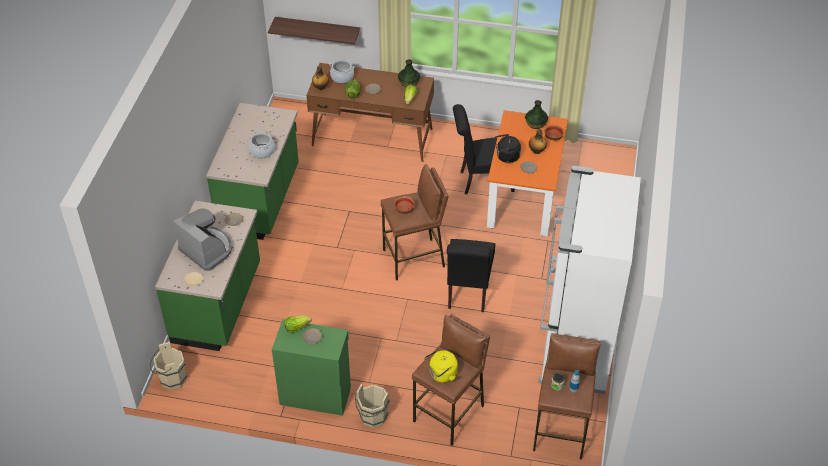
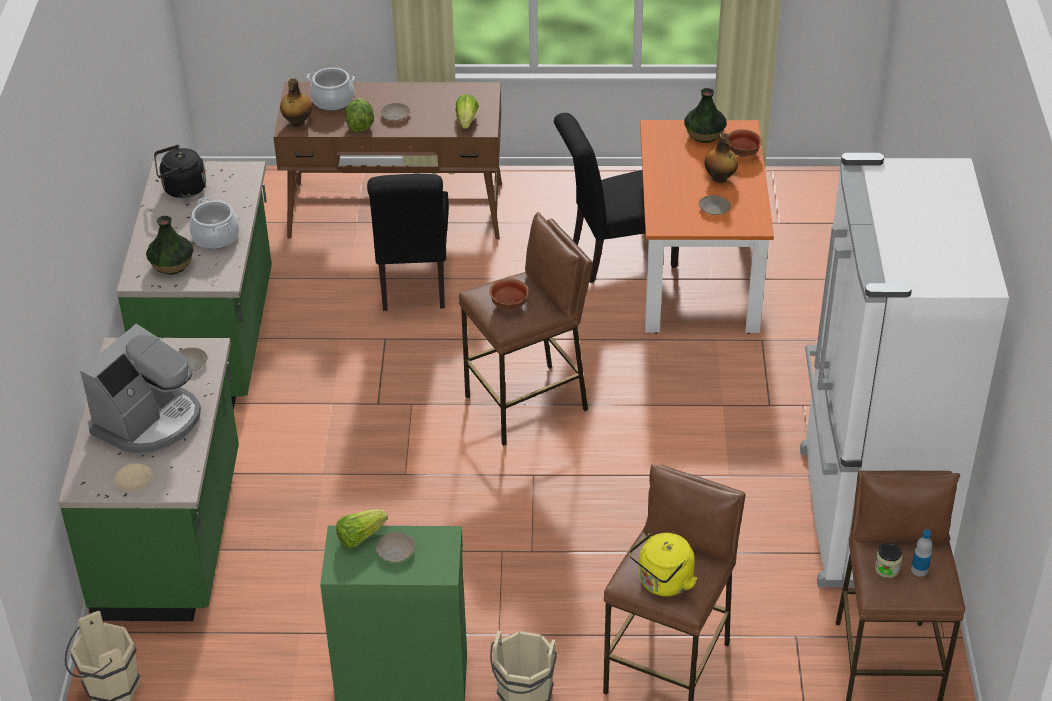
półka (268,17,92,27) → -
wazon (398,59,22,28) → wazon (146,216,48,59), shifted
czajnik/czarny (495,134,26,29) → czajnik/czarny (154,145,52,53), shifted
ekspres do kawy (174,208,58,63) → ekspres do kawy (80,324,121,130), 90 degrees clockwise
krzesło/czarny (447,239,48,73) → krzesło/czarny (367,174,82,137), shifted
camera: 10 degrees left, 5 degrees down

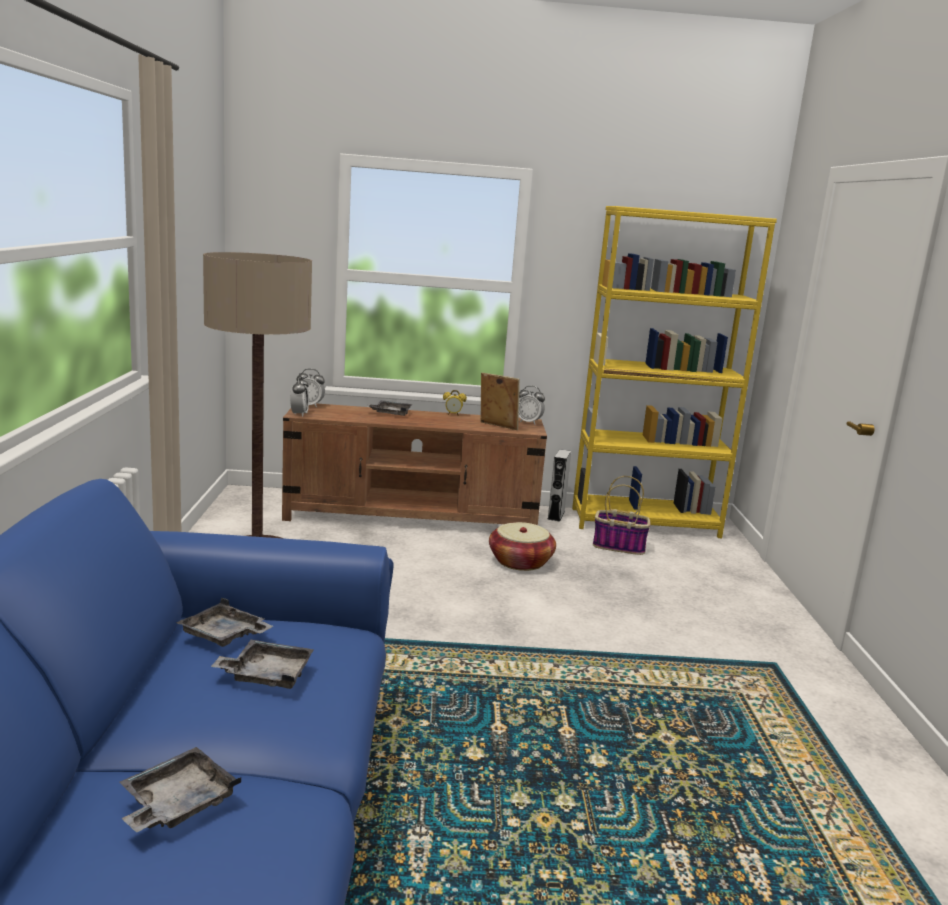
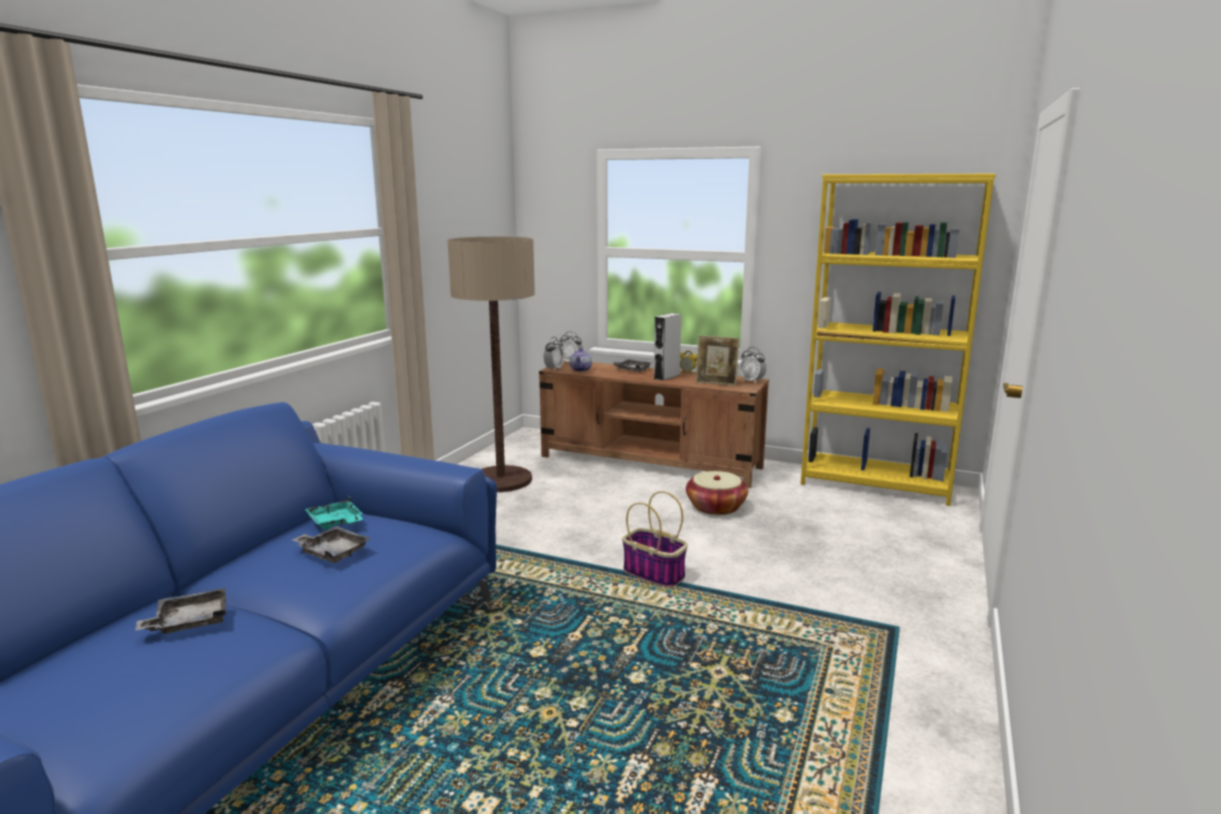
ramka na zdjęcie (480,373,40,57) → ramka na zdjęcie (696,335,44,51), 135 degrees clockwise
głośnik/szary (547,449,24,73) → głośnik/szary (654,313,27,68), shifted
koszyk (593,476,57,79) → koszyk (622,491,66,96), shifted
taca/szary (176,598,97,49) → taca/turkusowy (305,496,58,34)
- → imbryk (570,348,22,24)
camera: 25 degrees right, 0 degrees up

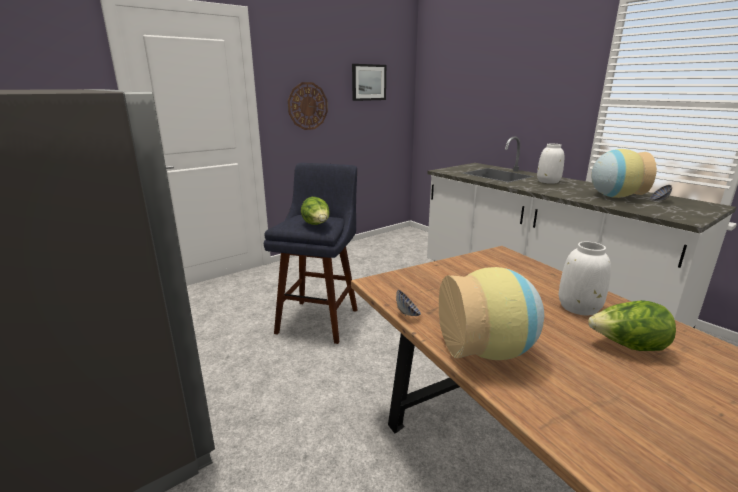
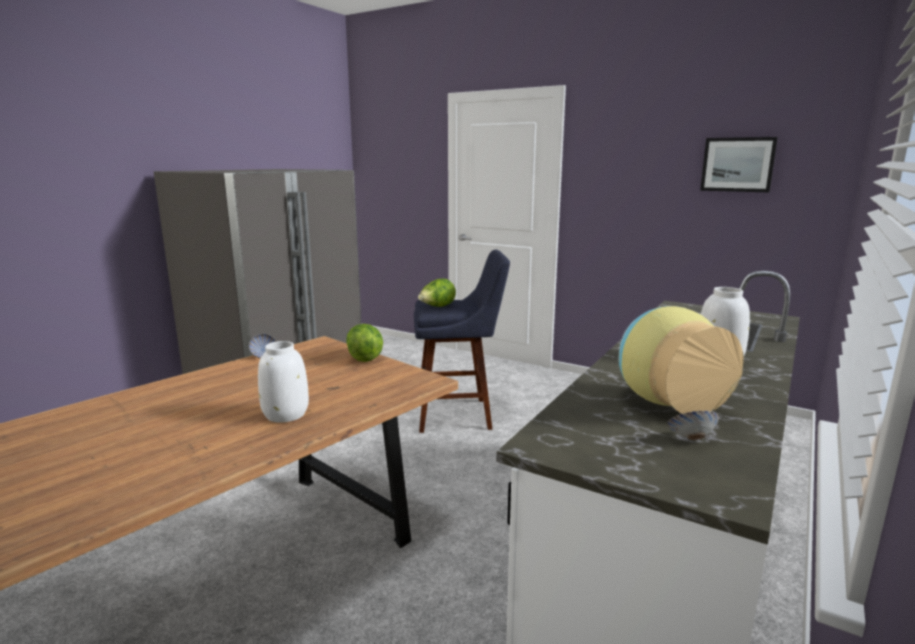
zegar ścienny (288,82,40,48) → -
wazon (439,267,105,93) → -
sałata (588,300,88,51) → sałata (346,324,37,38), shifted
camera: 70 degrees right, 5 degrees down

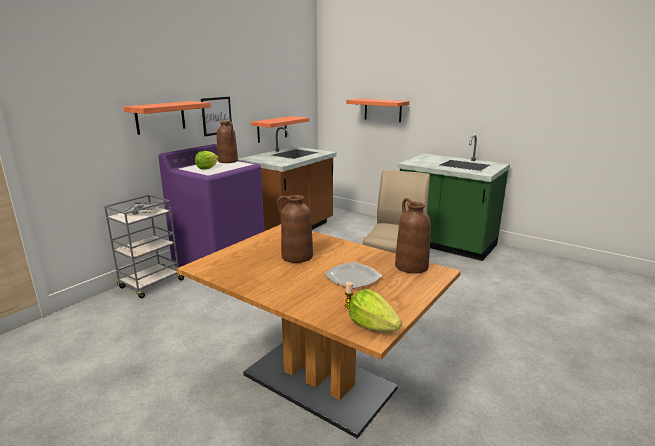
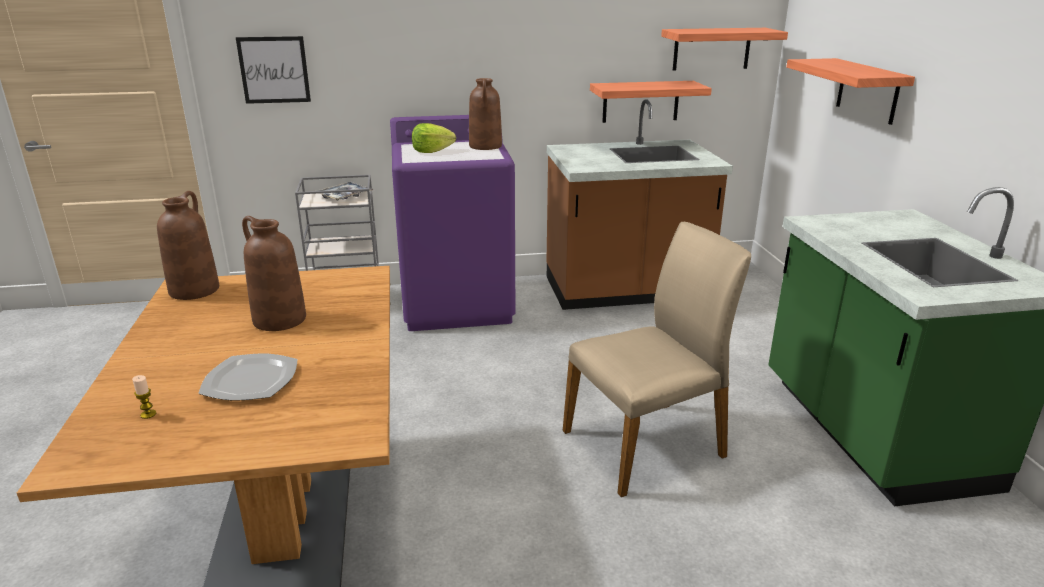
obraz (201,97,31,39) → obraz (236,36,75,68), shifted
półka (123,101,88,34) → półka (661,28,127,42), shifted
wazon/brązowy (395,198,36,75) → wazon/brązowy (157,191,62,109), shifted
sałata (349,289,53,43) → -
camera: 45 degrees right, 5 degrees up

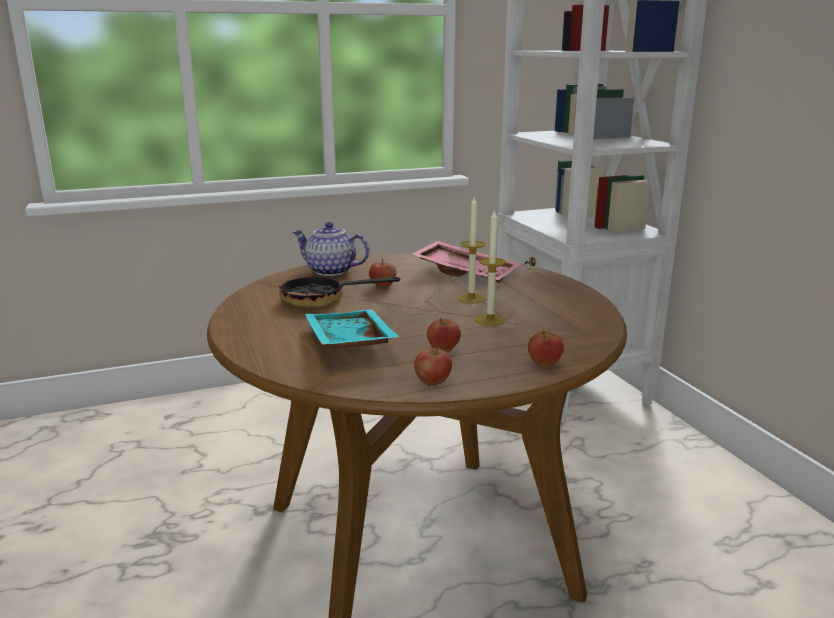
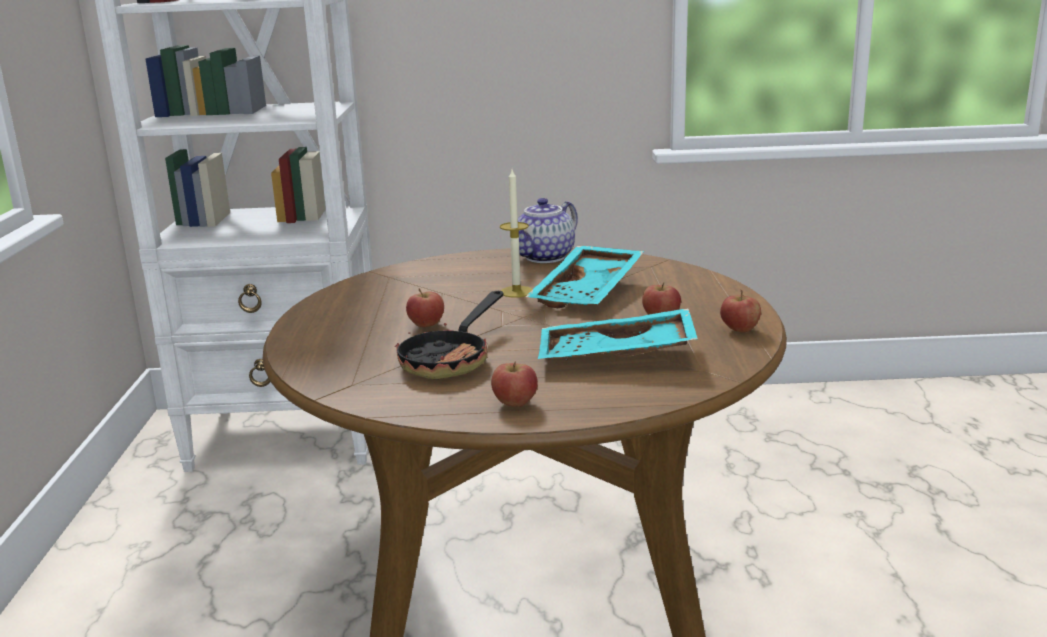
świeca (475,209,31,117) → taca/turkusowy (526,245,118,63)
imbryk (293,222,76,54) → imbryk (518,198,60,65), shifted
taca/różowy (412,241,108,42) → -
jabłko (528,331,36,36) → jabłko (491,361,47,46), shifted
camera: 70 degrees left, 0 degrees up

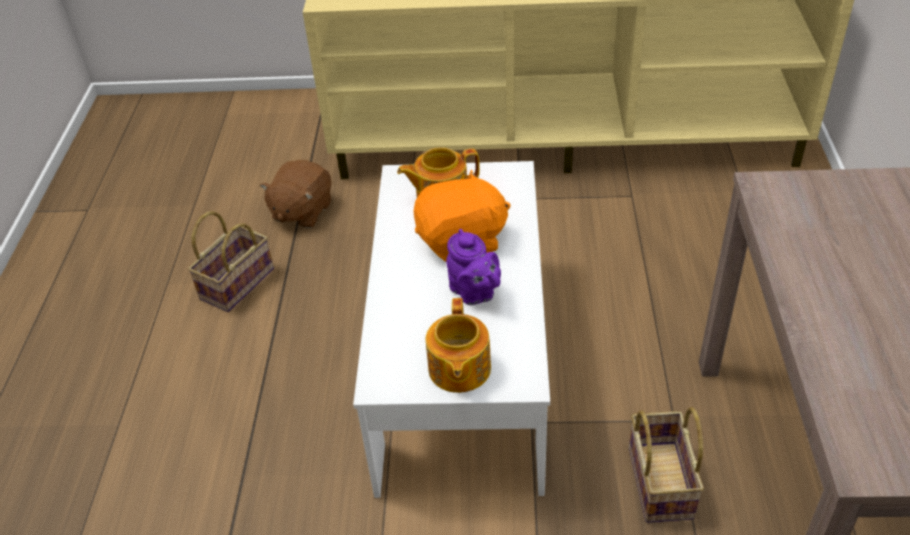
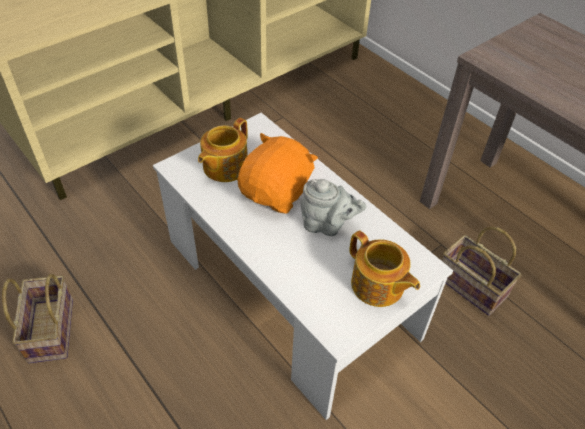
pluszak/brązowy (260,160,71,68) → -
imbryk/fioletowy (446,229,55,76) → imbryk/szary (300,179,66,57)
camera: 45 degrees left, 5 degrees up

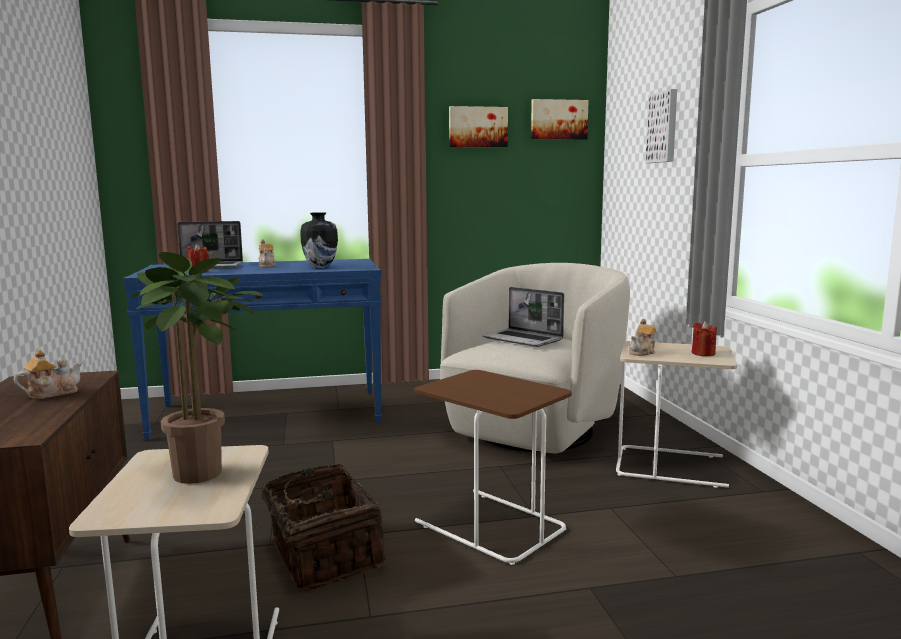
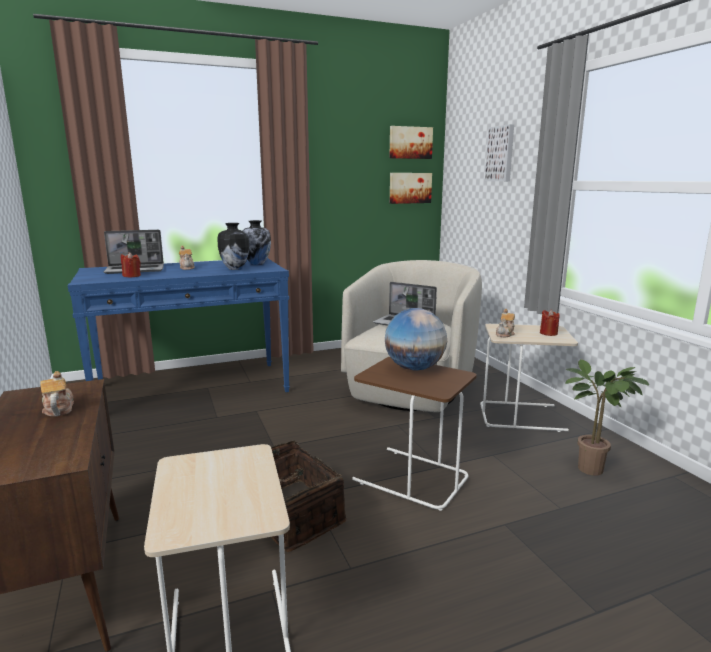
obraz (449,106,59,41) → obraz (390,173,42,31), shifted
roślina doniczkowa (130,252,133,232) → roślina doniczkowa (565,359,84,117), shifted
imbryk (14,350,68,49) → imbryk (40,371,34,45), 60 degrees counterclockwise
- → wazon (243,220,28,45)
- → globus (385,308,62,62)
camera: 10 degrees left, 5 degrees up

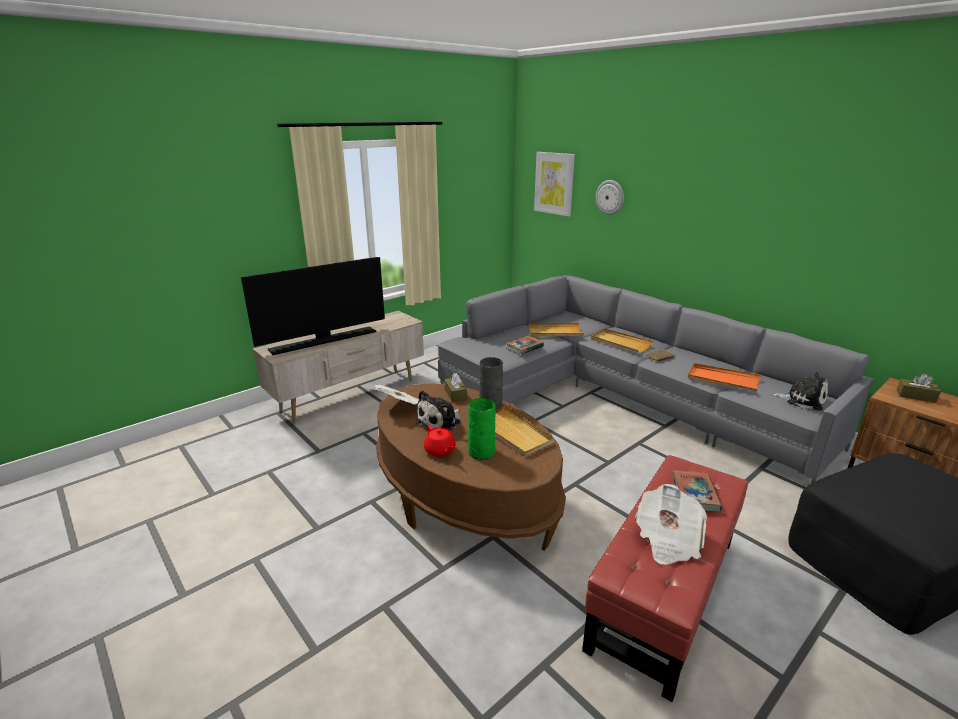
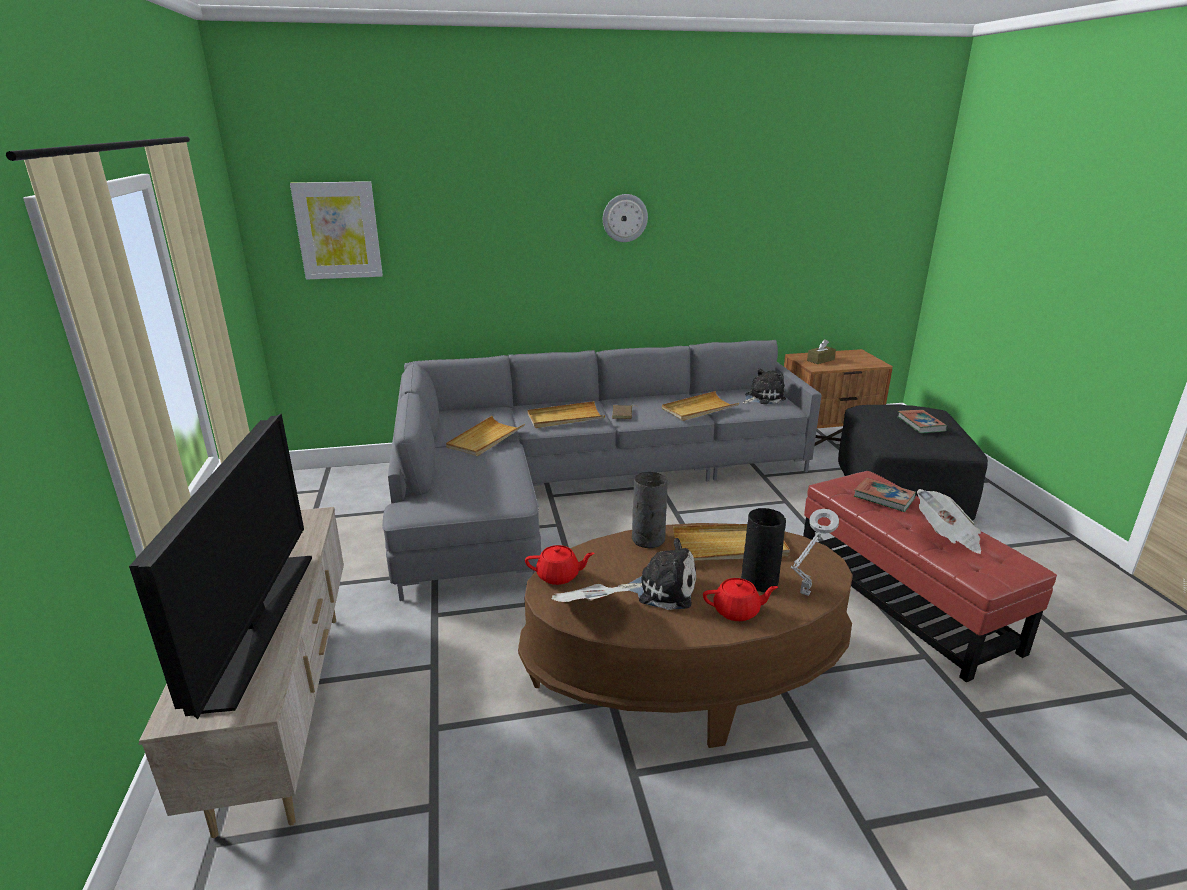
zegar ścienny (596,180,28,35) → zegar ścienny (603,194,45,48), shifted
książka (506,336,38,18) → książka (897,410,51,23), shifted
taca/pomarańczowy (688,363,73,29) → taca/beżowy (662,391,77,30)
pudełko chusteczek/brązowy (444,373,23,29) → -
pluszak (415,390,46,41) → pluszak (617,538,79,72), 60 degrees counterclockwise
wazon/zielony (468,398,27,62) → wazon/czarny (741,508,45,84)
- → lampa stołowa/szary (791,509,48,87)
- → imbryk/czerwony (525,545,70,40)
camera: 60 degrees left, 0 degrees up

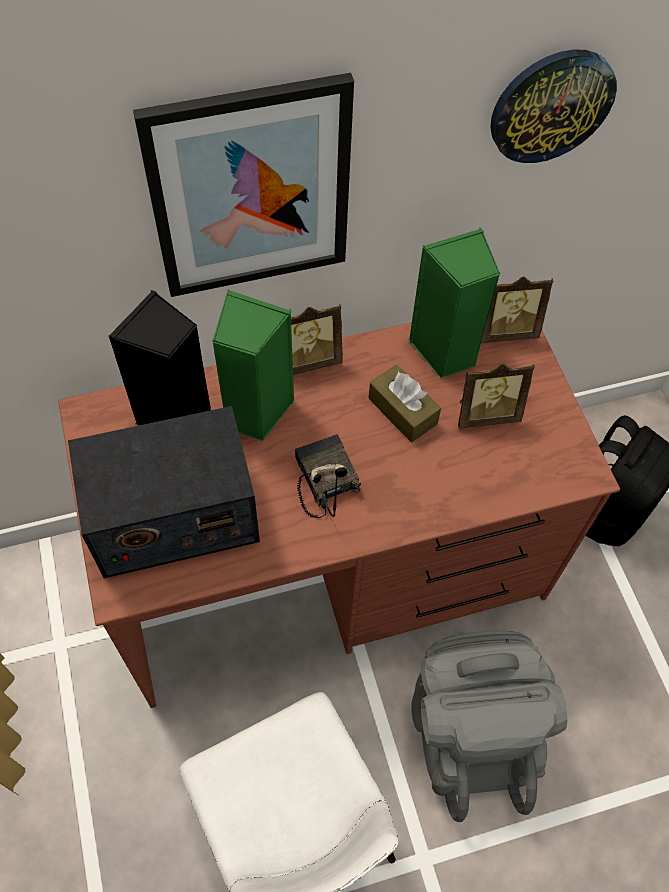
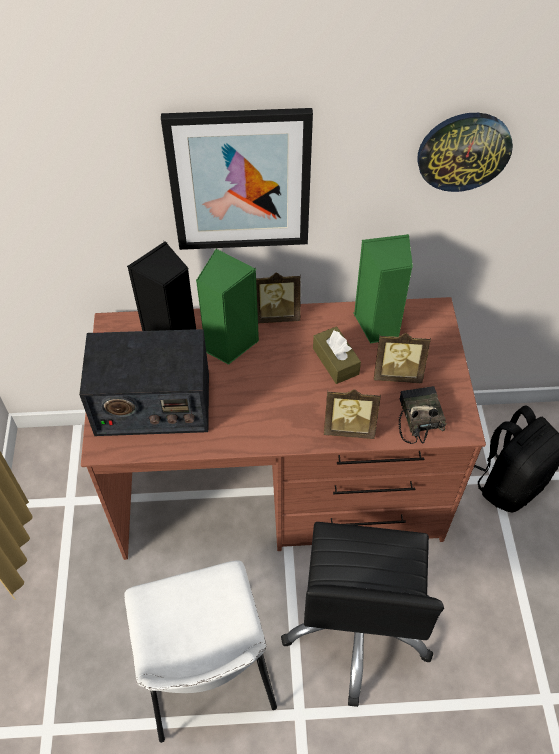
ramka na zdjęcie (481,276,72,67) → ramka na zdjęcie (324,389,57,50), shifted
radio (295,434,66,84) → radio (398,386,49,58), shifted
plecak/szary (411,630,157,192) → krzesło biurowe/czarny (281,522,163,185)
camera: 15 degrees right, 5 degrees down

